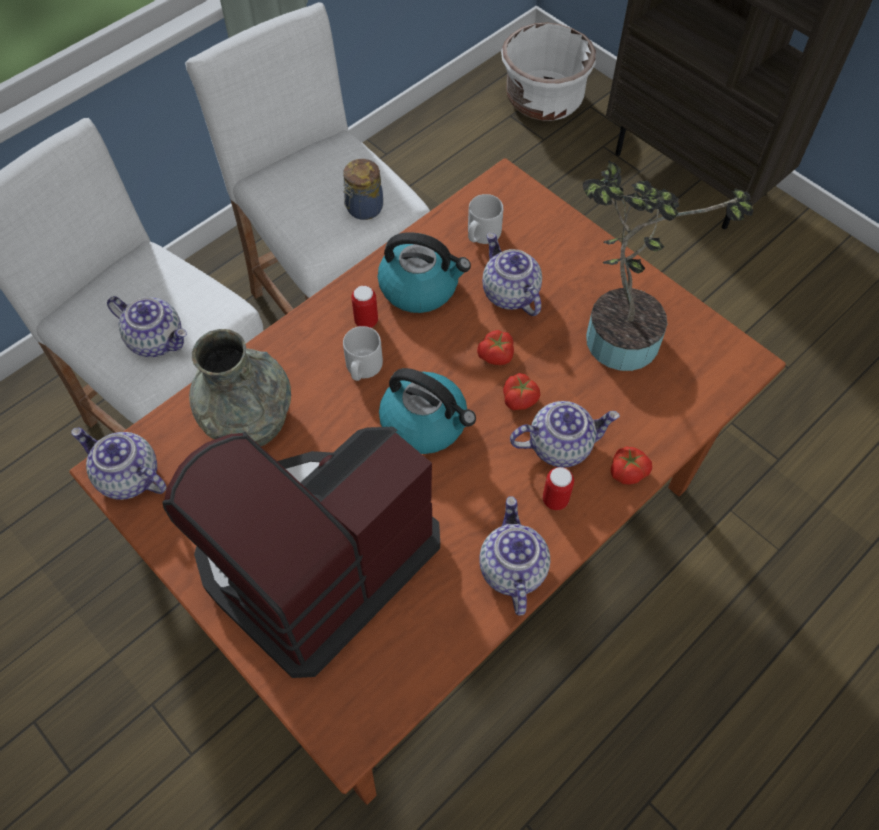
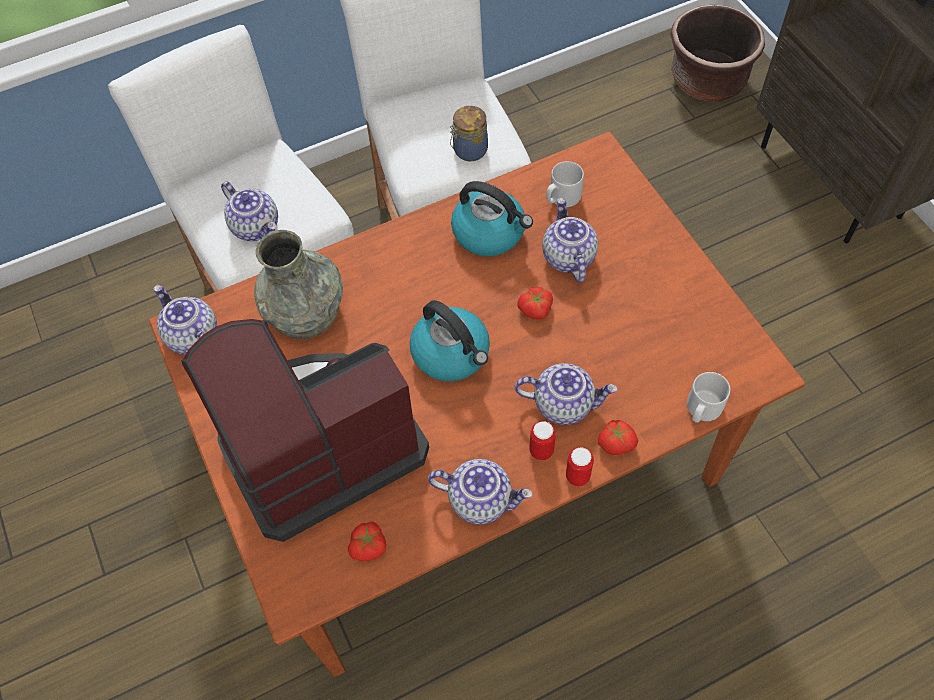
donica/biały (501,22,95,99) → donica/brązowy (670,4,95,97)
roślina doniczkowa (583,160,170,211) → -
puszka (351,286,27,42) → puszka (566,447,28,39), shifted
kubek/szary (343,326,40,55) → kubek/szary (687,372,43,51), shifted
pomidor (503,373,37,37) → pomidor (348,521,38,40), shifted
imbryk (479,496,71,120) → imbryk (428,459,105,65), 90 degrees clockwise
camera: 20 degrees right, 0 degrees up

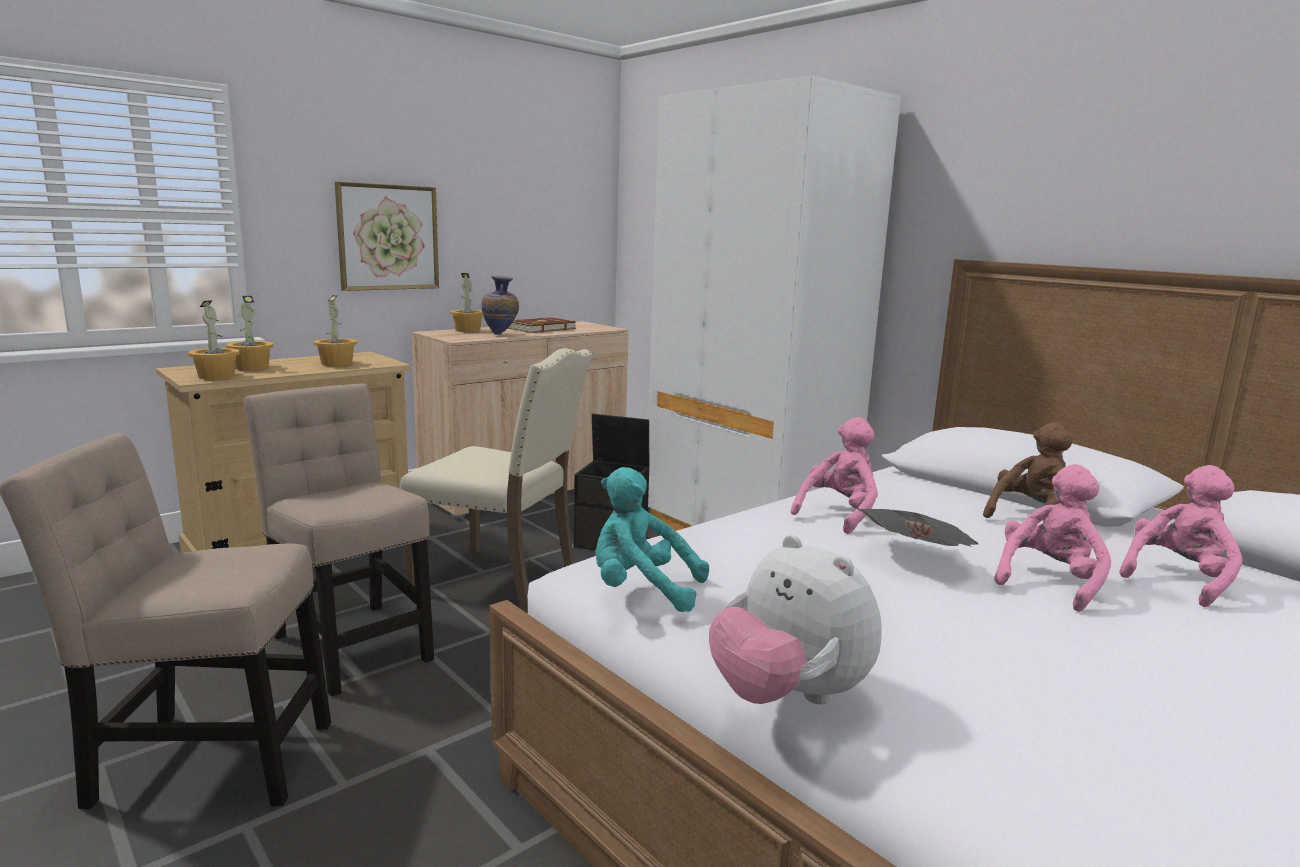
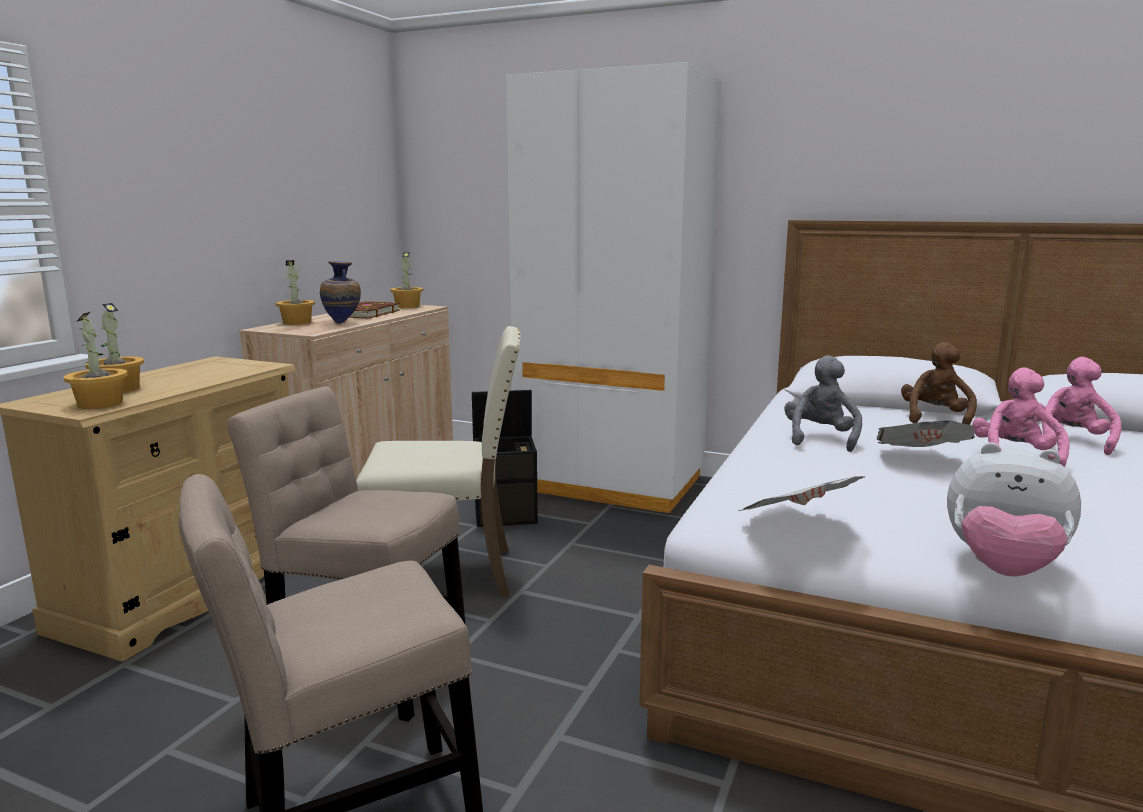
obraz (335,182,104,109) → -
roślina doniczkowa (314,295,43,71) → roślina doniczkowa (390,252,33,56), shifted
pluszak/różowy (791,417,87,117) → pluszak/szary (784,355,78,97)
pluszak/turkusowy (595,467,114,145) → gazeta (738,476,127,35)
camera: 25 degrees left, 0 degrees up

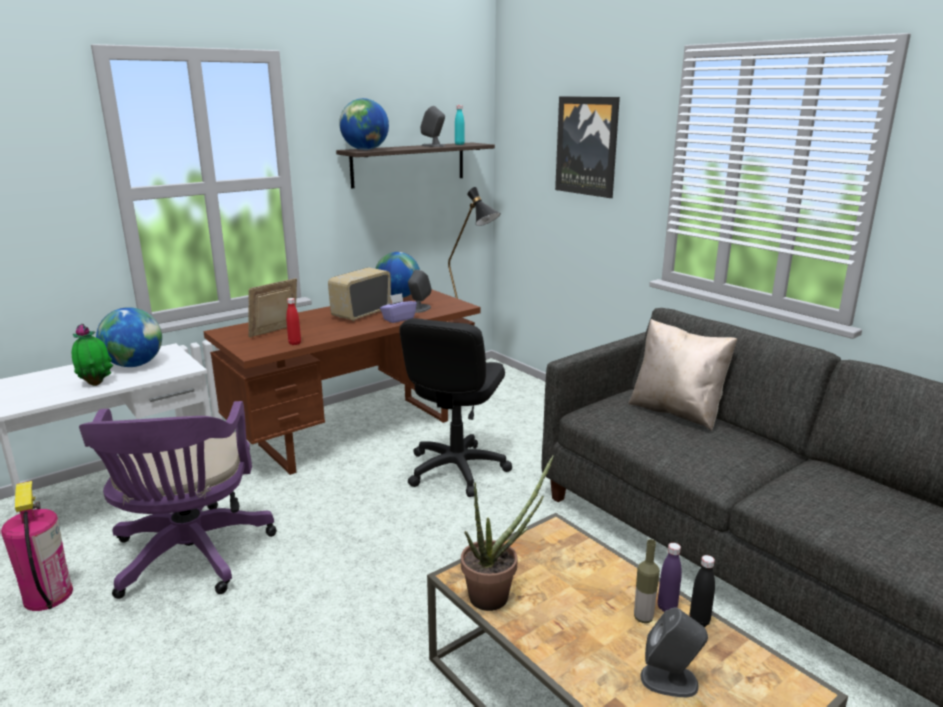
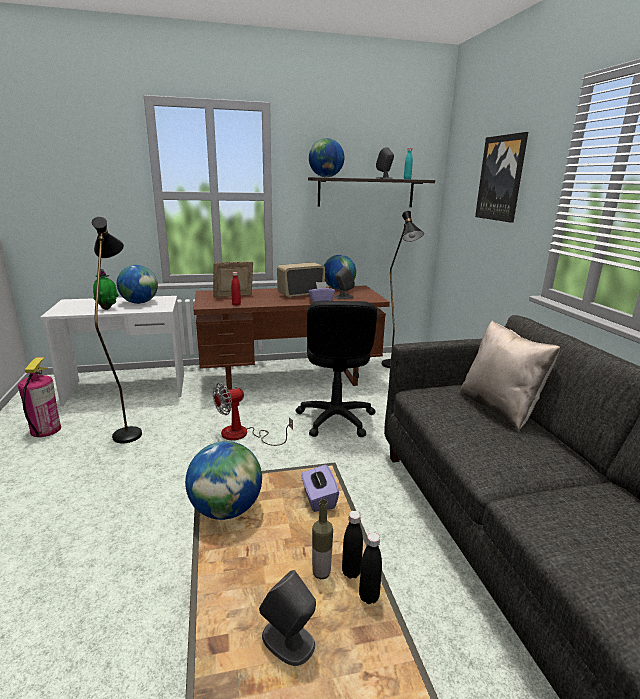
krzesło biurowe/czarny (399,318,113,179) → krzesło biurowe/czarny (295,301,82,136), 45 degrees counterclockwise
krzesło biurowe/fioletowy (79,401,198,198) → lampa stojąca/czarny (92,217,50,227)
roślina doniczkowa (461,455,93,156) → globus (185,441,77,79)
butelka/fioletowy (658,543,24,69) → butelka/czarny (342,511,21,68)
- → wentylator (213,383,80,63)
- → pudełko chusteczek/fioletowy (301,465,38,47)
camera: 25 degrees right, 0 degrees up

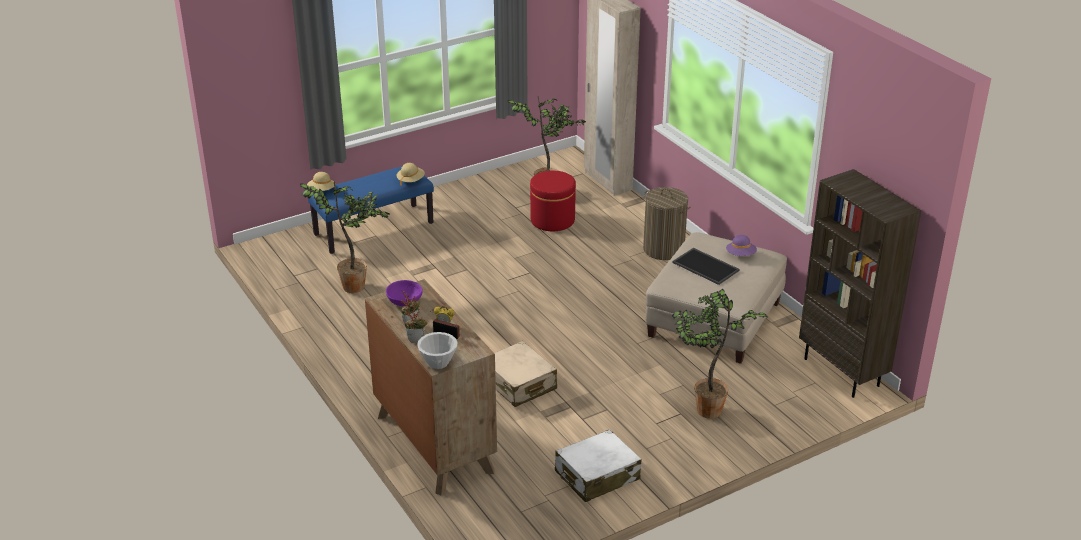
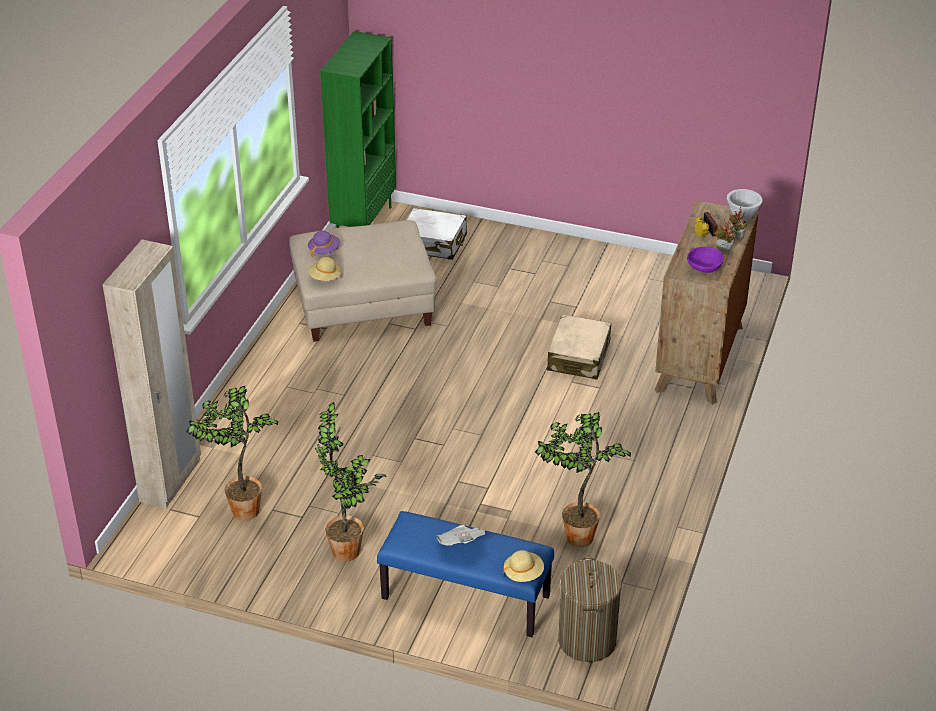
kapelusz/beżowy (397,163,28,23) → kapelusz/beżowy (309,257,33,24), shifted
regał/brązowy (799,169,122,229) → regał/zielony (320,31,76,197)
pufa/czerwony (530,171,46,60) → -
kosz na pranie (643,187,47,73) → kosz na pranie (558,557,64,105), shifted
taca (672,248,68,37) → -
roślina doniczkowa (672,289,95,130) → roślina doniczkowa (315,402,72,160), shifted
walizka/biały (555,429,86,73) → walizka/biały (407,208,60,52), shifted
- → gazeta (437,525,48,20)
camera: 130 degrees left, 5 degrees up

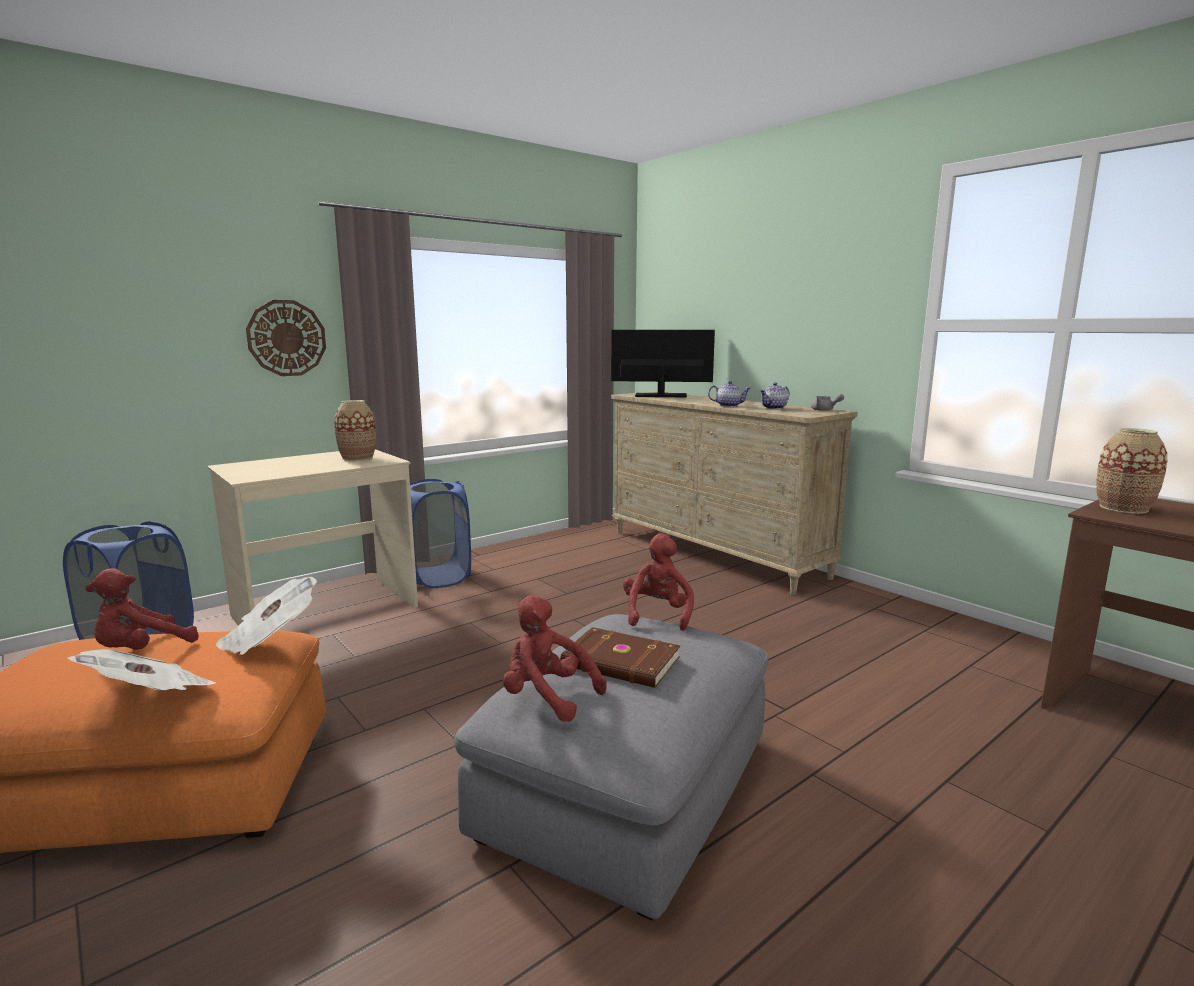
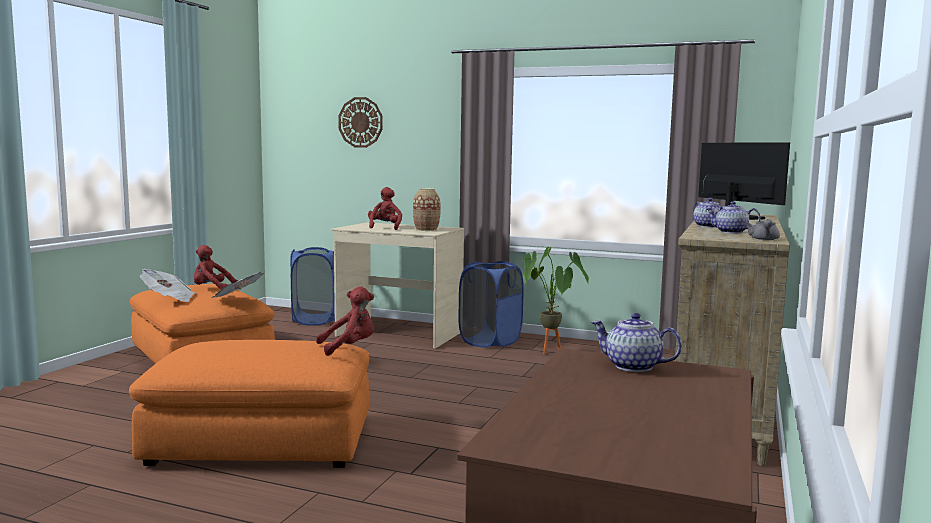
zegar ścienny (246,300,80,76) → zegar ścienny (339,97,44,51), shifted
wazon (1096,428,71,86) → imbryk (591,313,91,59)
pluszak/czerwony (503,595,104,127) → pluszak/czerwony (368,187,34,43), shifted
pufa/szary (454,614,314,306) → pufa/pomarańczowy (129,340,241,128)
książka/brązowy (560,627,120,61) → -
- → roślina doniczkowa (524,247,65,107)
camera: 60 degrees right, 5 degrees down

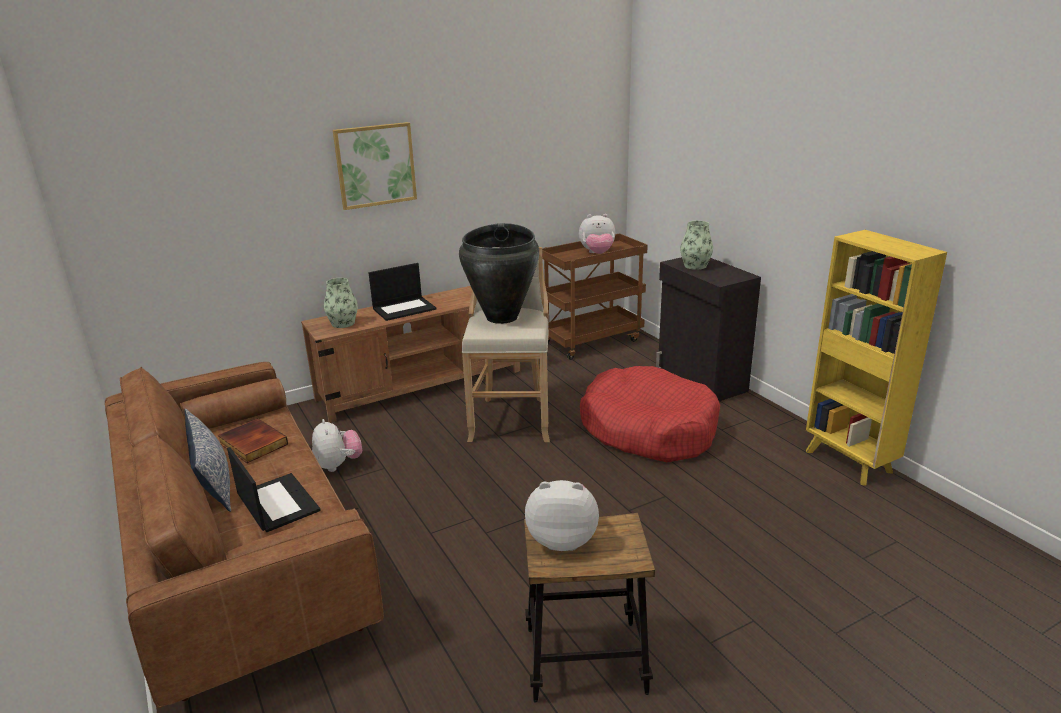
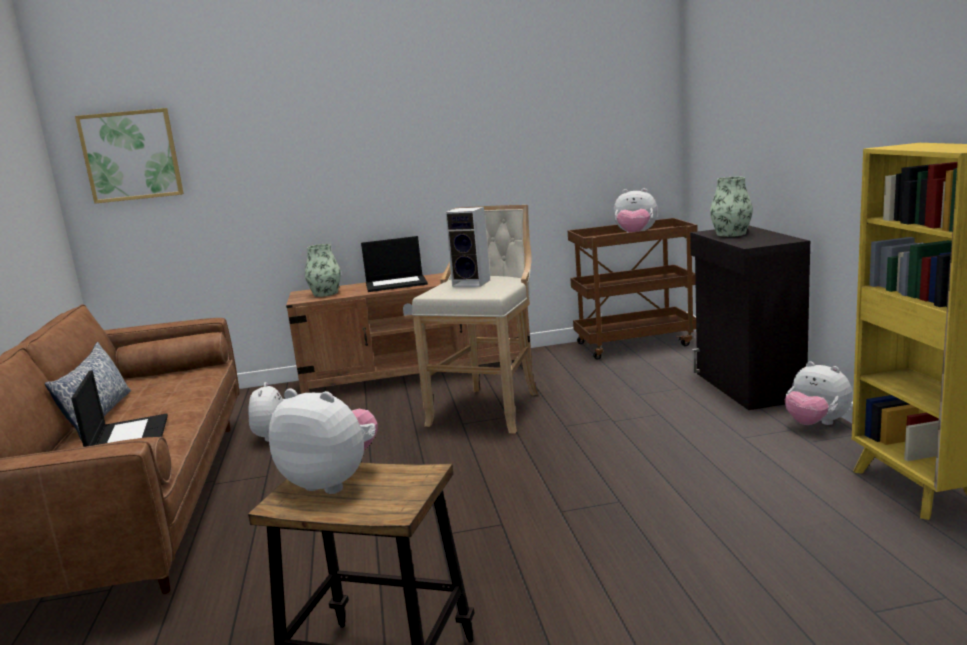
obraz (333,122,84,88) → obraz (75,108,109,96), shifted
wazon/czarny (459,223,80,101) → głośnik (445,207,45,80)
legowisko/czerwony (580,366,140,96) → -
książka (218,419,70,44) → -
- → pluszak (785,361,67,64)
camera: 20 degrees right, 10 degrees down

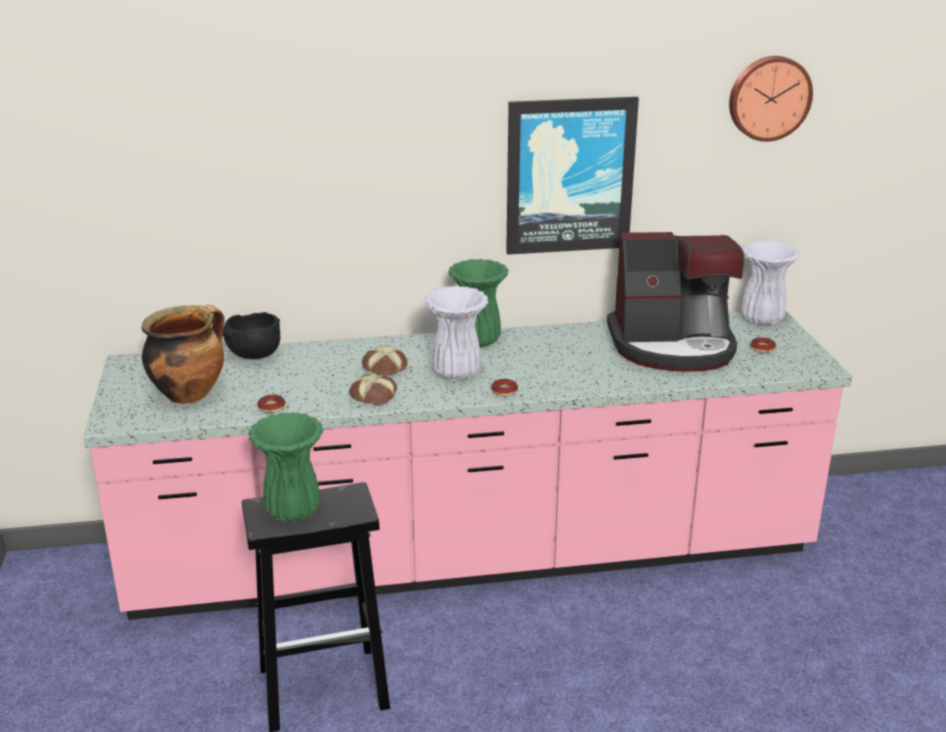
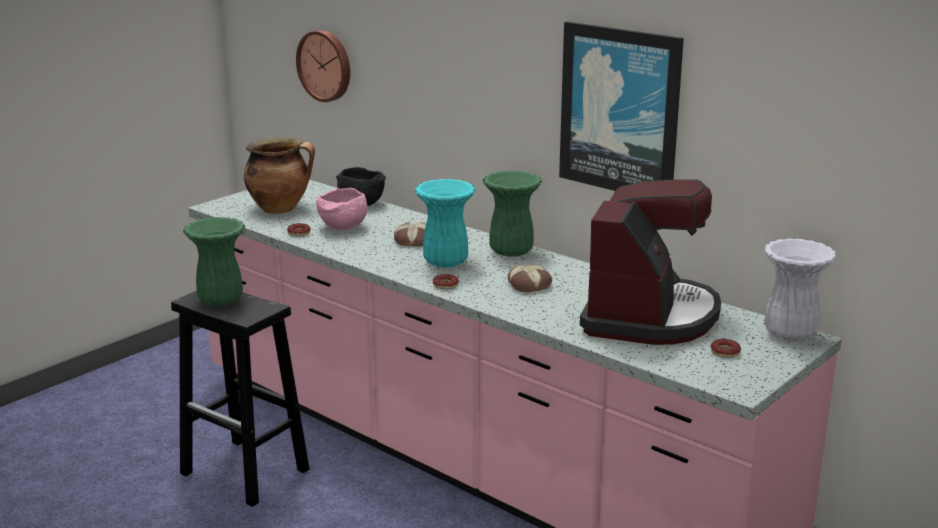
zegar ścienny (729,56,84,86) → zegar ścienny (296,30,54,72), shifted
ekspres do kawy (607,232,137,140) → ekspres do kawy (580,179,141,166), 120 degrees counterclockwise
wazon/biały (425,286,63,94) → wazon/turkusowy (415,179,61,89)
chleb (349,374,48,31) → chleb (508,264,44,28), shifted
- → miska/różowy (316,188,52,42)
camera: 50 degrees right, 5 degrees down

